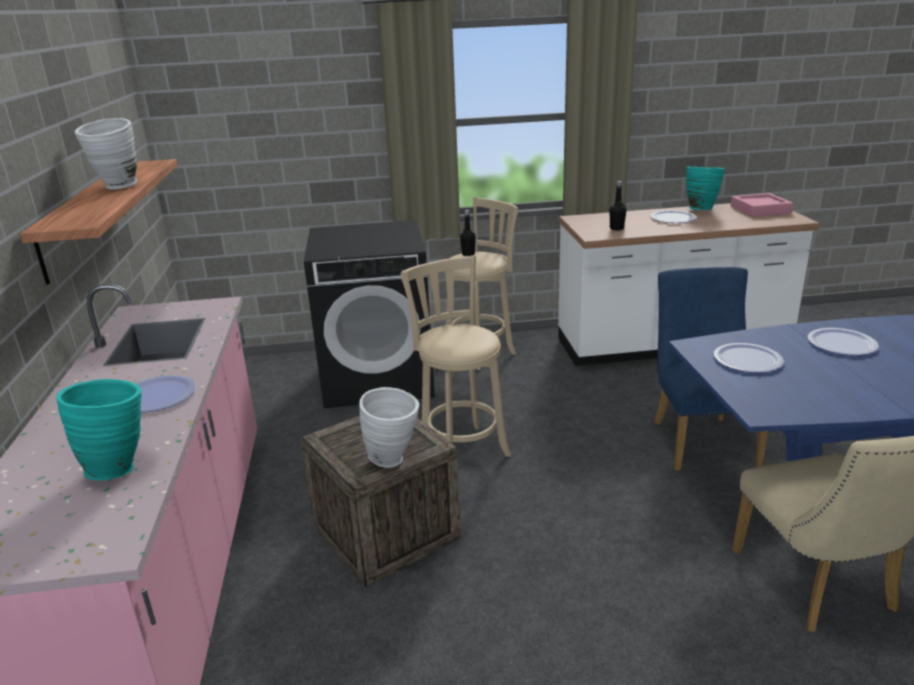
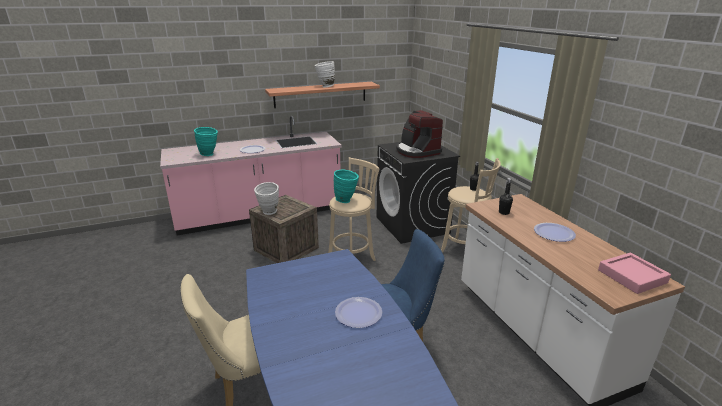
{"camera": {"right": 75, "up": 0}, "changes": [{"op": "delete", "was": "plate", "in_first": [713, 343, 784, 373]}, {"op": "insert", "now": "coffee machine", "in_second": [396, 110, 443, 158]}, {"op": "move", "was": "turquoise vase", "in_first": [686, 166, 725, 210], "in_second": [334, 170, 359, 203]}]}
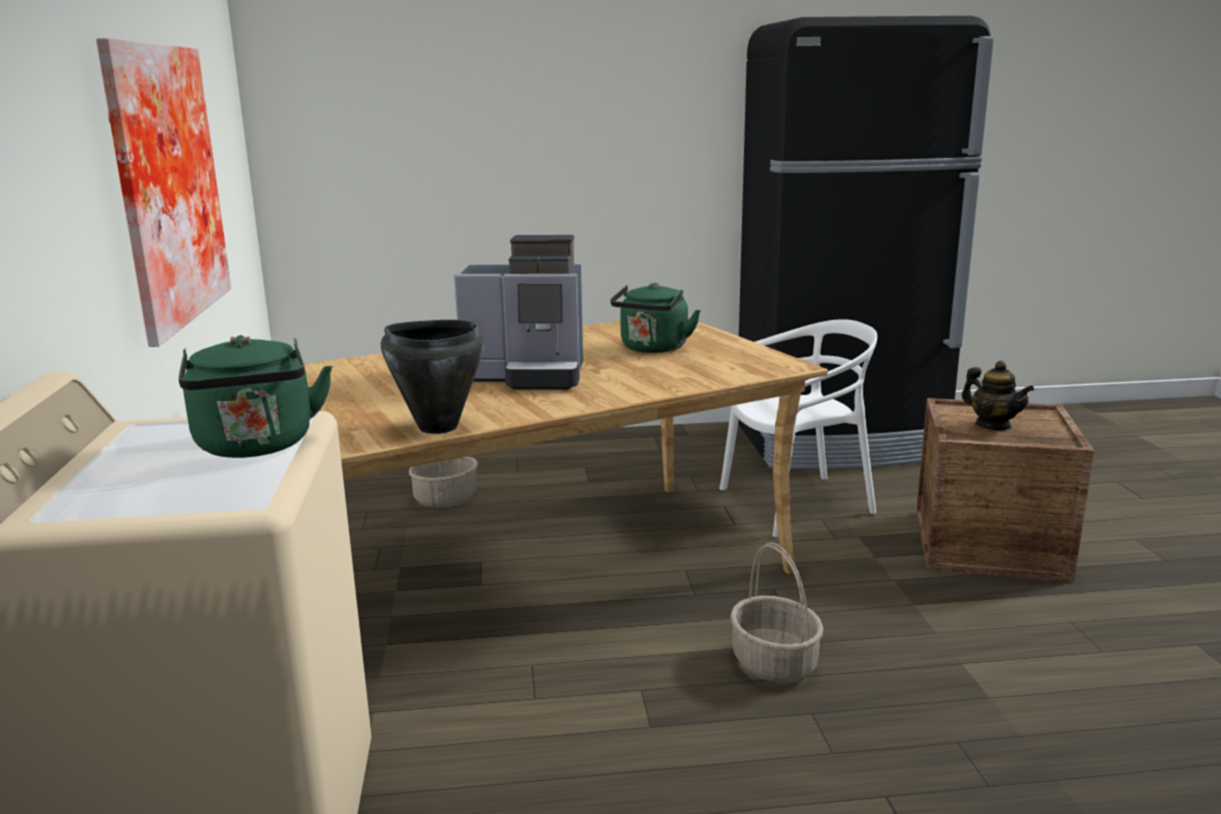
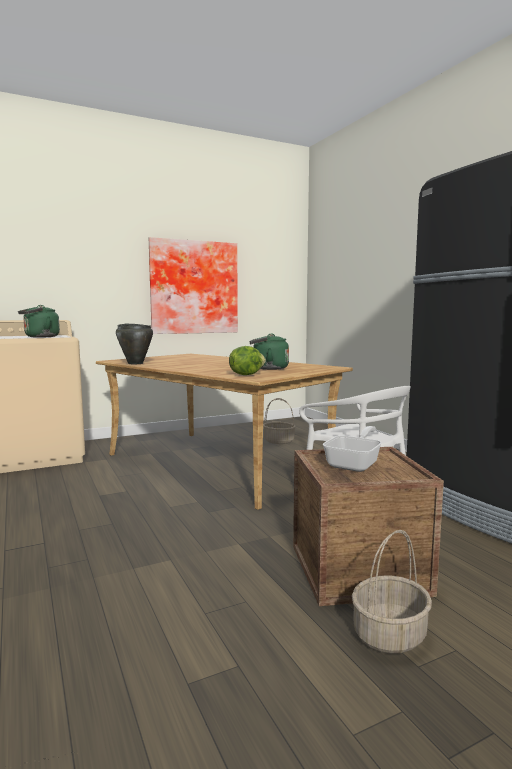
{"camera": {"right": 70, "up": -10}, "changes": [{"op": "delete", "was": "coffee machine", "in_first": [454, 235, 583, 390]}, {"op": "insert", "now": "lettuce", "in_second": [229, 346, 266, 375]}, {"op": "move", "was": "basket", "in_first": [730, 542, 824, 683], "in_second": [352, 530, 432, 654]}, {"op": "replace", "was": "teapot", "now": "frying pan", "in_first": [962, 361, 1034, 430], "in_second": [323, 426, 382, 472]}]}
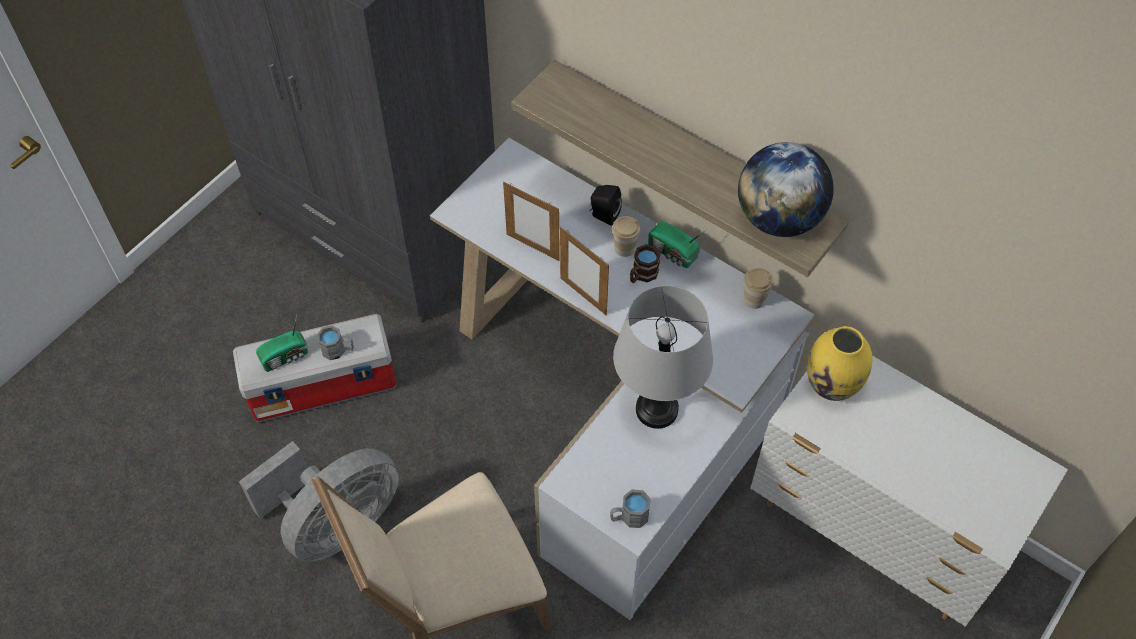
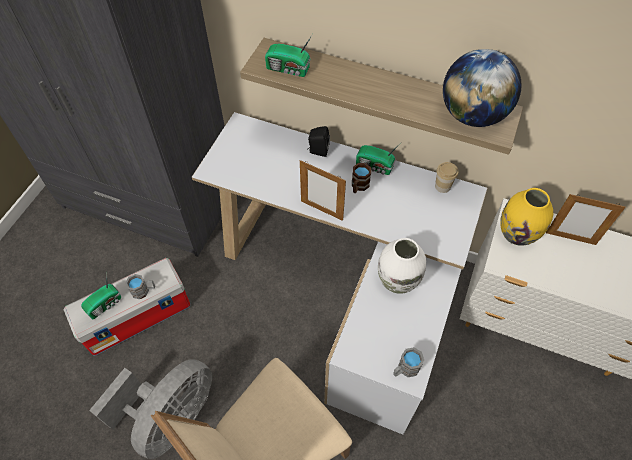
{"camera": {"right": -15, "up": 0}, "changes": [{"op": "delete", "was": "cup", "in_first": [612, 216, 641, 257]}, {"op": "insert", "now": "radio", "in_second": [265, 34, 313, 77]}, {"op": "move", "was": "picture frame", "in_first": [503, 182, 560, 261], "in_second": [546, 194, 626, 245]}, {"op": "replace", "was": "grey table lamp", "now": "white vase", "in_first": [613, 286, 713, 429], "in_second": [378, 238, 426, 294]}]}
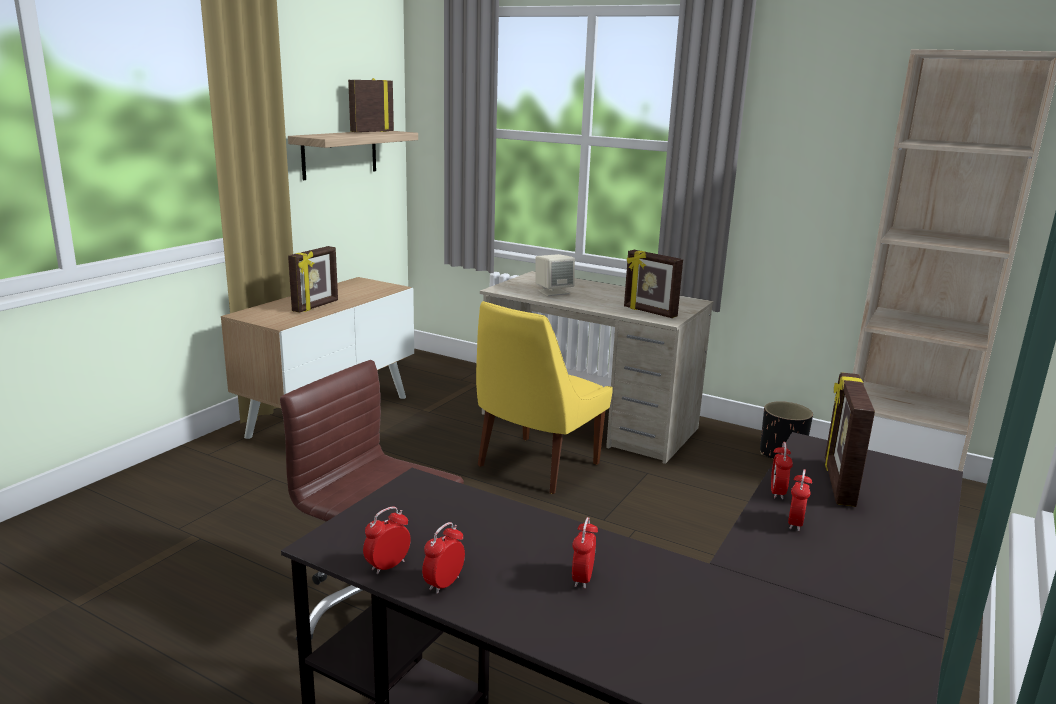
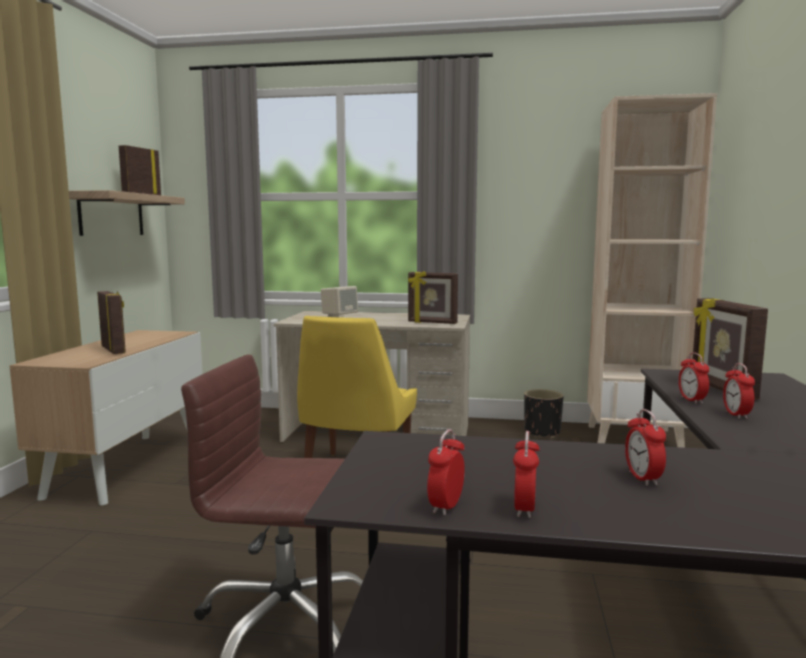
{"camera": {"right": -20, "up": -10}, "changes": [{"op": "rotate", "was": "picture frame", "in_first": [288, 246, 338, 313], "in_second": [97, 291, 126, 354], "clockwise": -45}]}
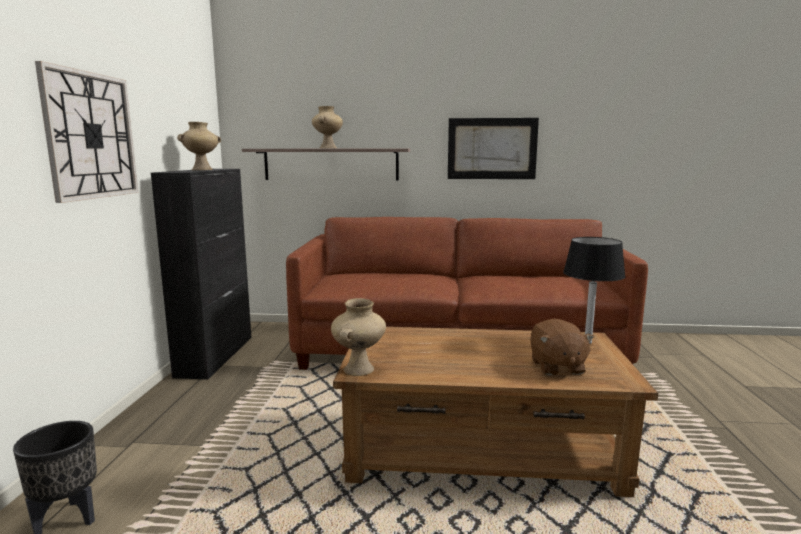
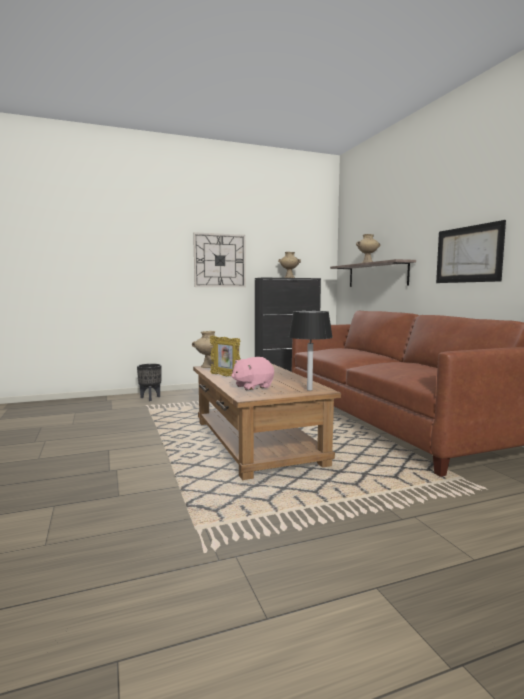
{"camera": {"right": 65, "up": -5}, "changes": [{"op": "insert", "now": "picture frame", "in_second": [210, 336, 240, 376]}, {"op": "recolor", "was": "brown plush toy", "now": "pink plush toy", "in_first": [530, 319, 594, 376], "in_second": [231, 357, 274, 390]}]}
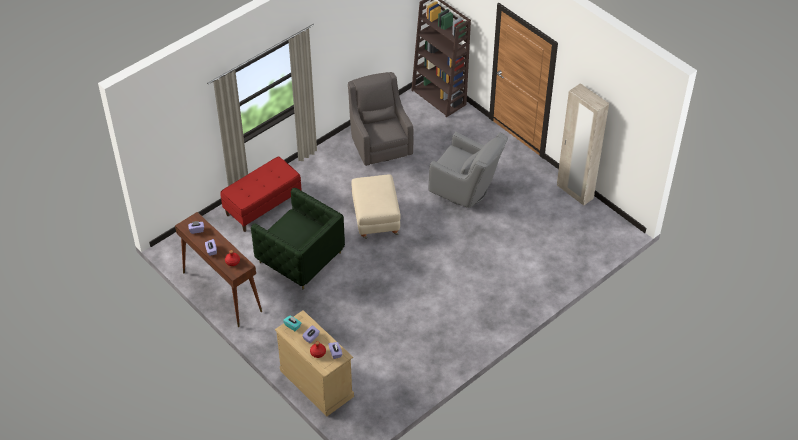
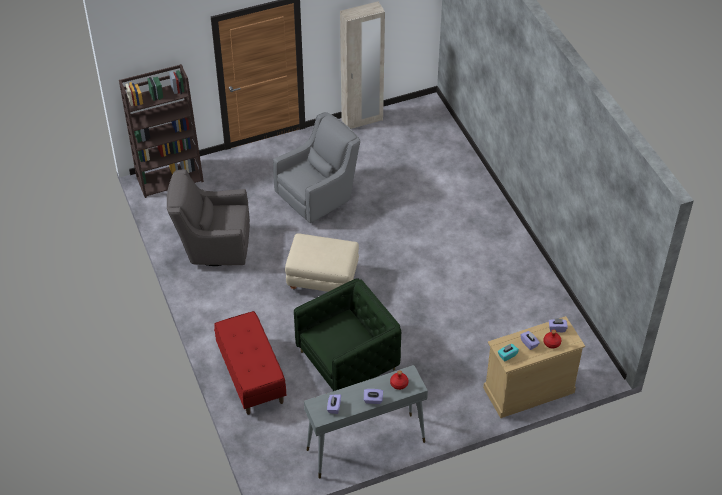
{"camera": {"right": -70, "up": 0}, "changes": [{"op": "recolor", "was": "brown console table", "now": "grey console table", "in_first": [175, 212, 262, 327], "in_second": [304, 365, 428, 479]}]}
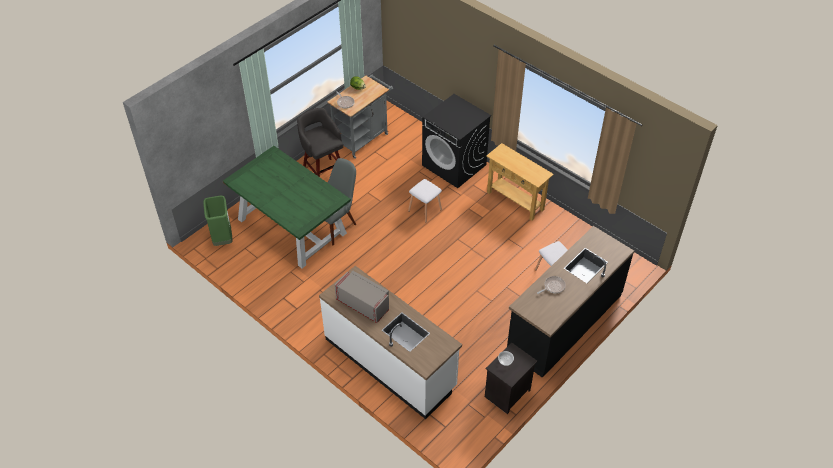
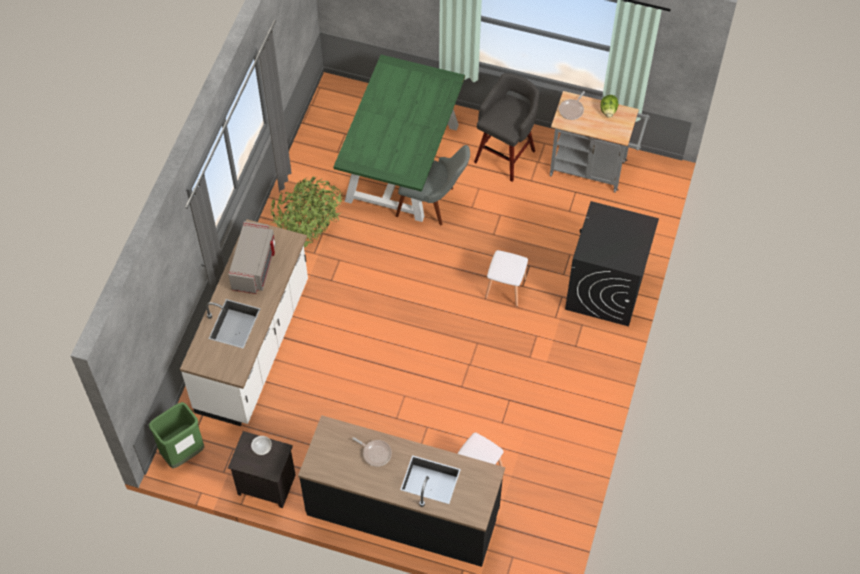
{"camera": {"right": 65, "up": 10}, "changes": [{"op": "delete", "was": "beige console table", "in_first": [486, 143, 554, 221]}, {"op": "insert", "now": "potted plant", "in_second": [271, 177, 342, 247]}, {"op": "move", "was": "green trash can", "in_first": [203, 196, 233, 246], "in_second": [149, 402, 204, 468]}]}
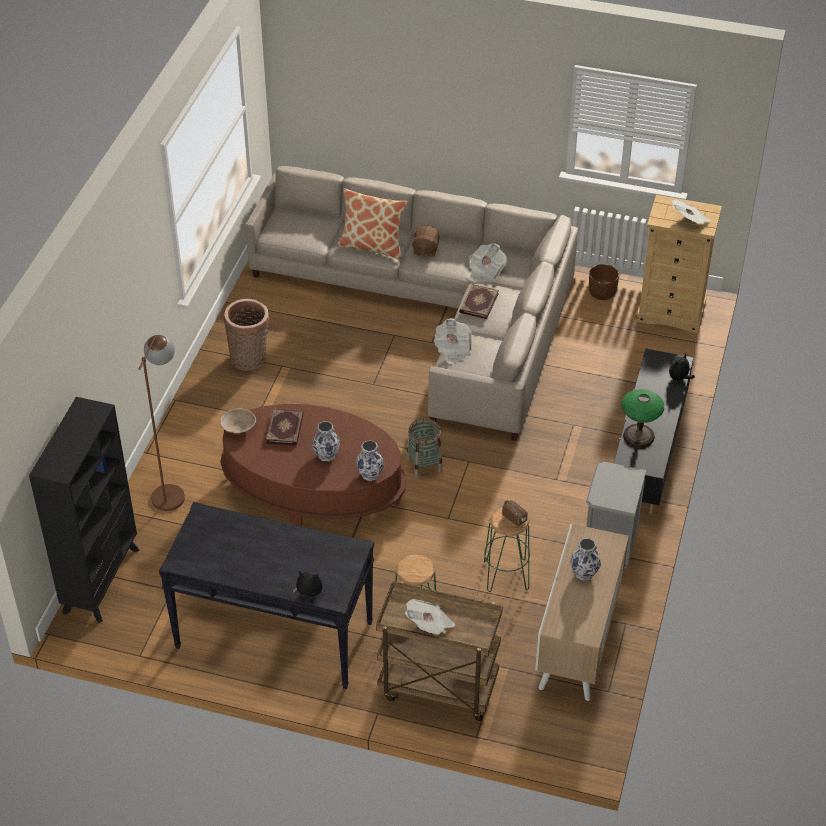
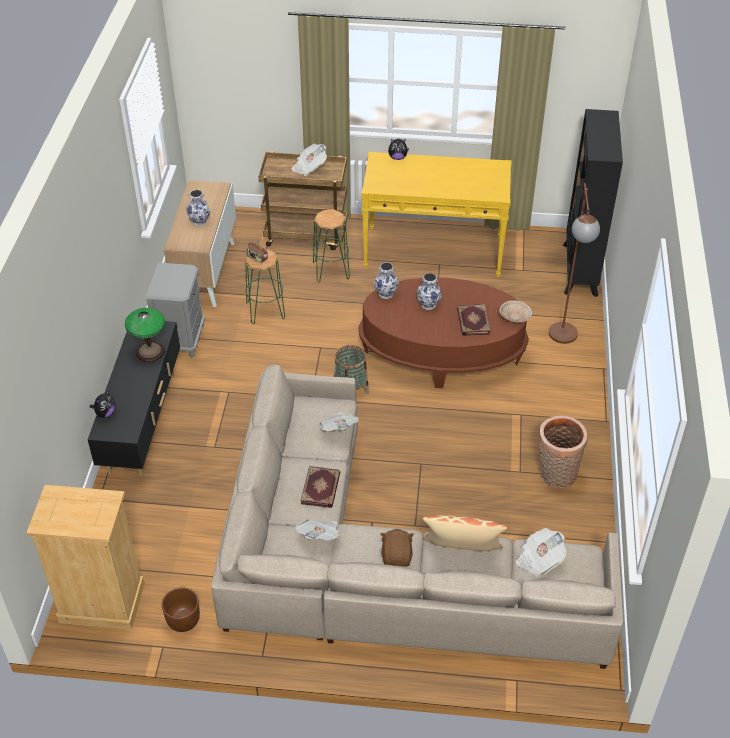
{"camera": {"right": 170, "up": 0}, "changes": [{"op": "move", "was": "newspaper", "in_first": [672, 199, 711, 224], "in_second": [516, 528, 566, 577]}, {"op": "recolor", "was": "black console table", "now": "yellow console table", "in_first": [159, 502, 374, 689], "in_second": [361, 152, 512, 277]}]}
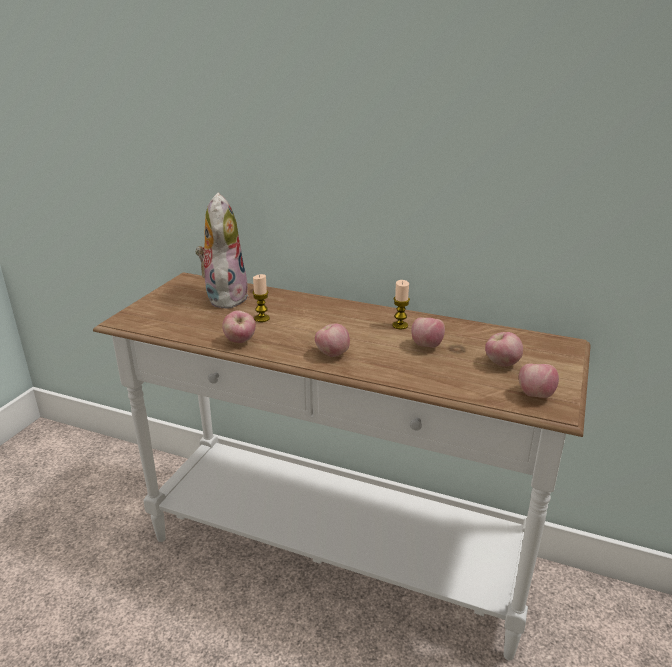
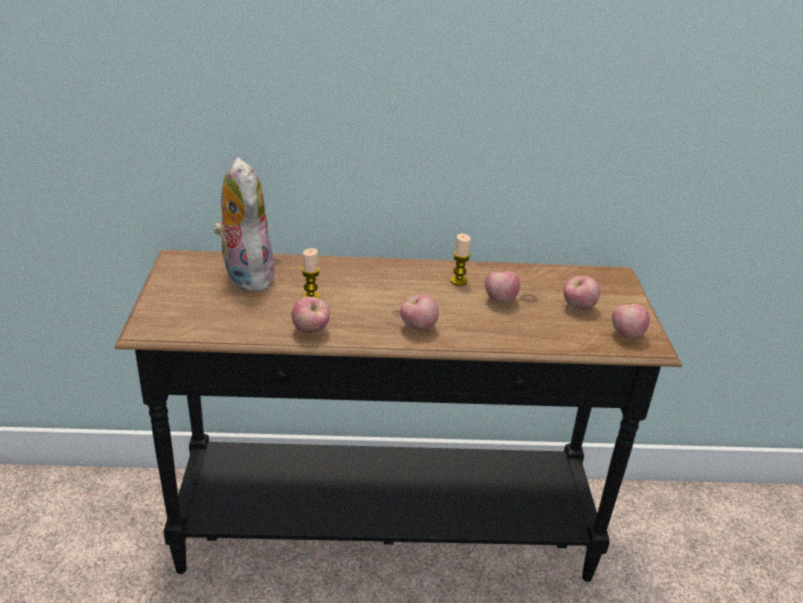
{"camera": {"right": -25, "up": 5}, "changes": [{"op": "recolor", "was": "white console table", "now": "black console table", "in_first": [93, 272, 591, 660], "in_second": [115, 250, 682, 582]}]}
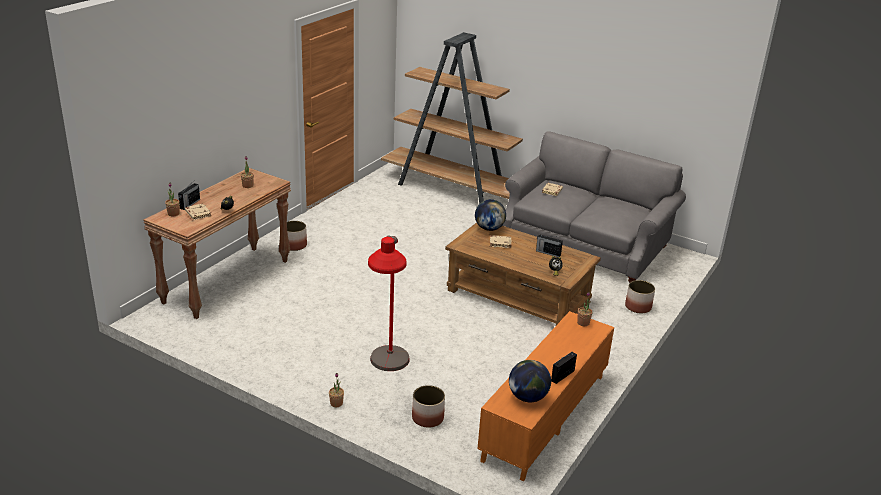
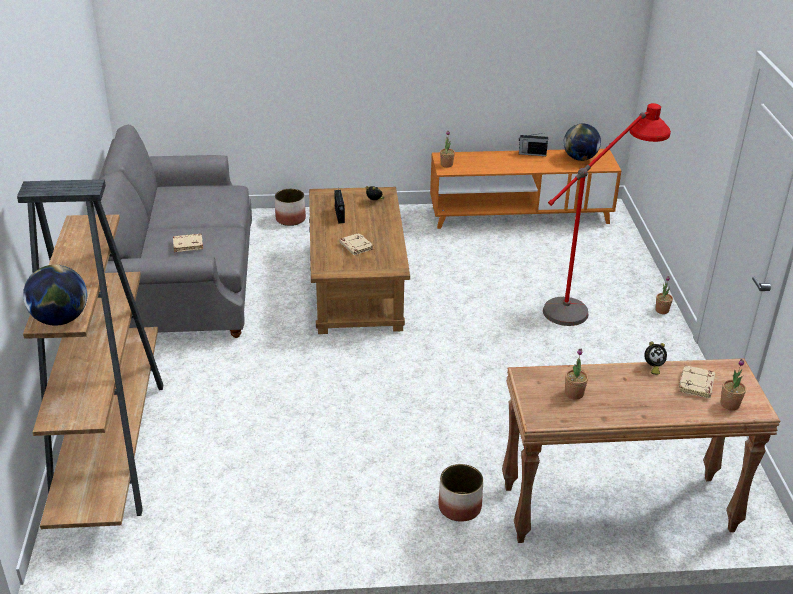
{"camera": {"right": -125, "up": 5}, "changes": [{"op": "delete", "was": "radio", "in_first": [178, 183, 200, 210]}, {"op": "delete", "was": "planter", "in_first": [412, 385, 445, 428]}, {"op": "move", "was": "globe", "in_first": [475, 199, 506, 231], "in_second": [23, 265, 87, 326]}]}
